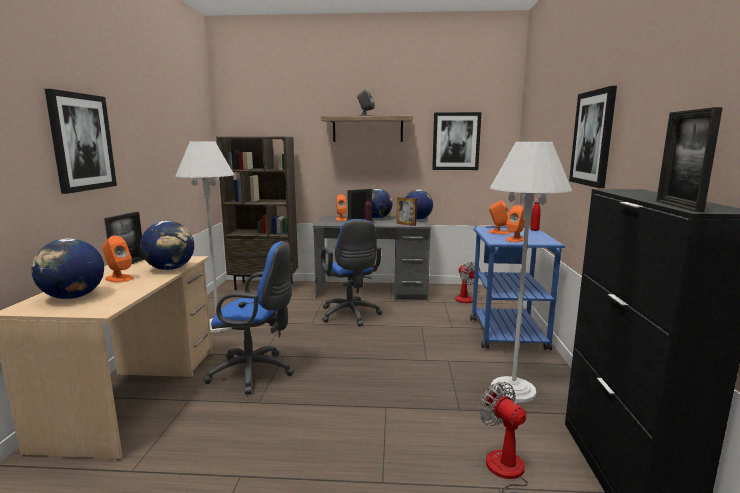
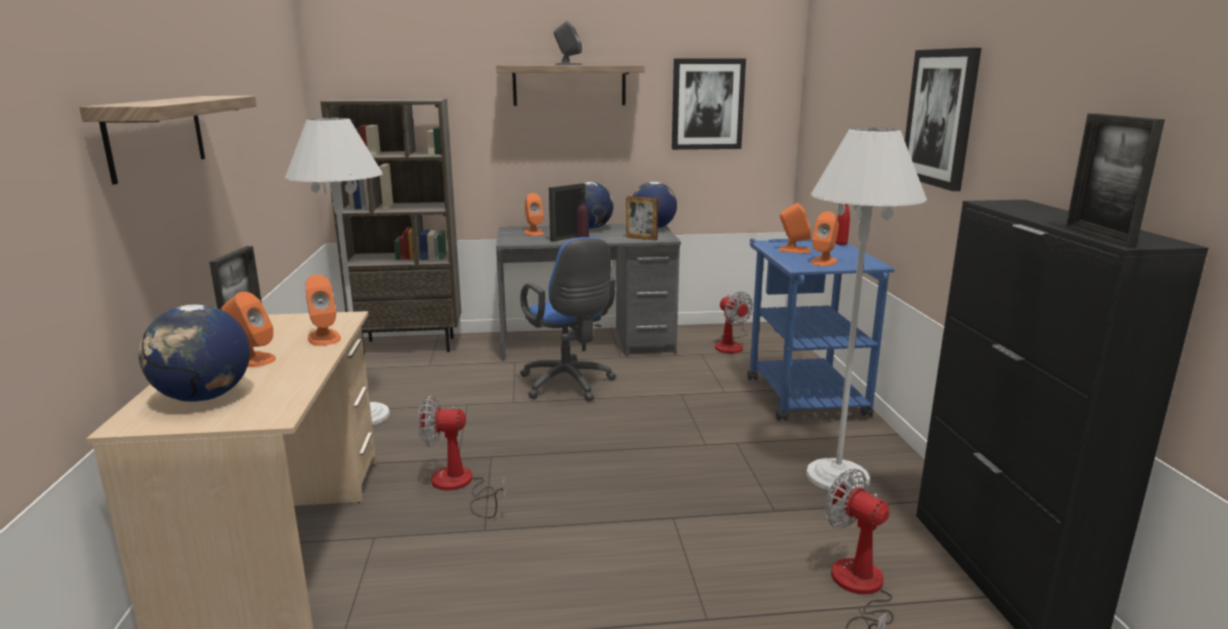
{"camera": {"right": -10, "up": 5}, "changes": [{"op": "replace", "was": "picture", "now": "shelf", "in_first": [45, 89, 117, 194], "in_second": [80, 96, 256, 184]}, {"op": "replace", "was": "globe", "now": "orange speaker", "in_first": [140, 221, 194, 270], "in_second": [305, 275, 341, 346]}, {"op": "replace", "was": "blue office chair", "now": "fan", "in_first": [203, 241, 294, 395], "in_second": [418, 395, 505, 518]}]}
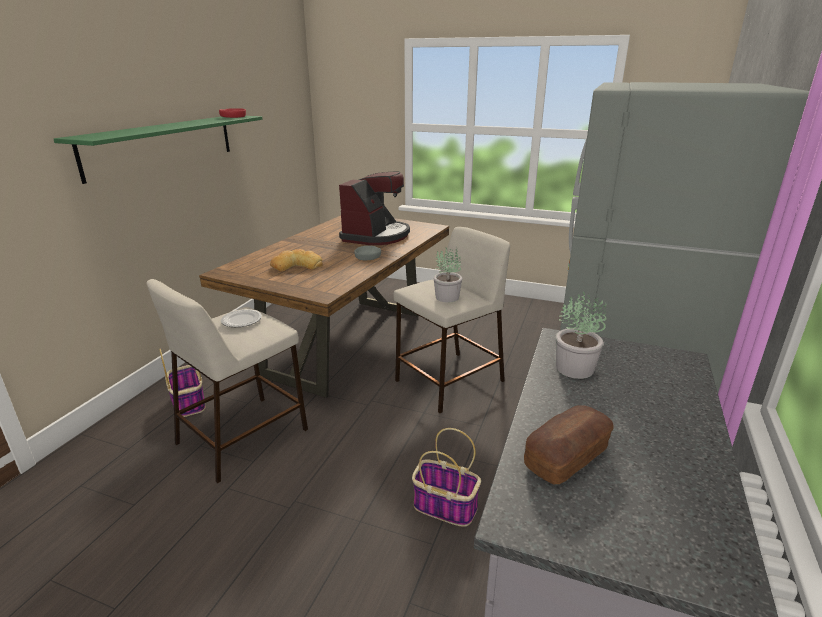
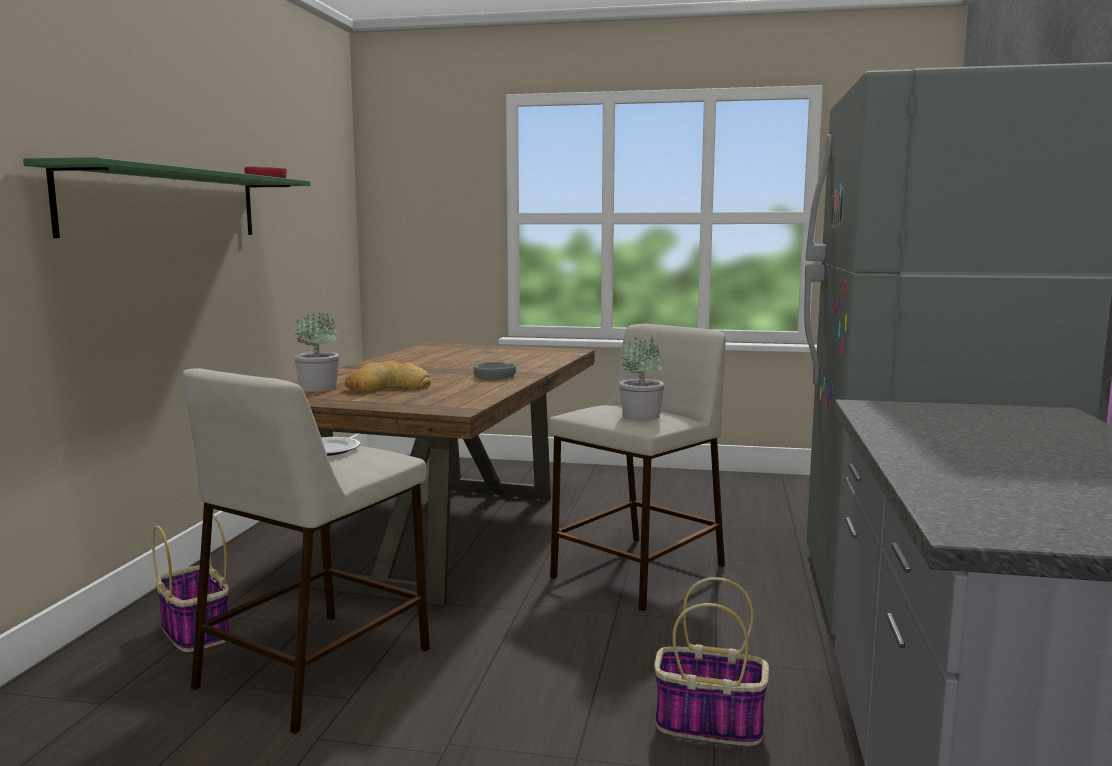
{"camera": {"right": -10, "up": -15}, "changes": [{"op": "delete", "was": "coffee machine", "in_first": [339, 171, 410, 245]}, {"op": "delete", "was": "bread", "in_first": [524, 405, 613, 485]}, {"op": "move", "was": "potted plant", "in_first": [556, 292, 607, 379], "in_second": [294, 311, 339, 392]}]}
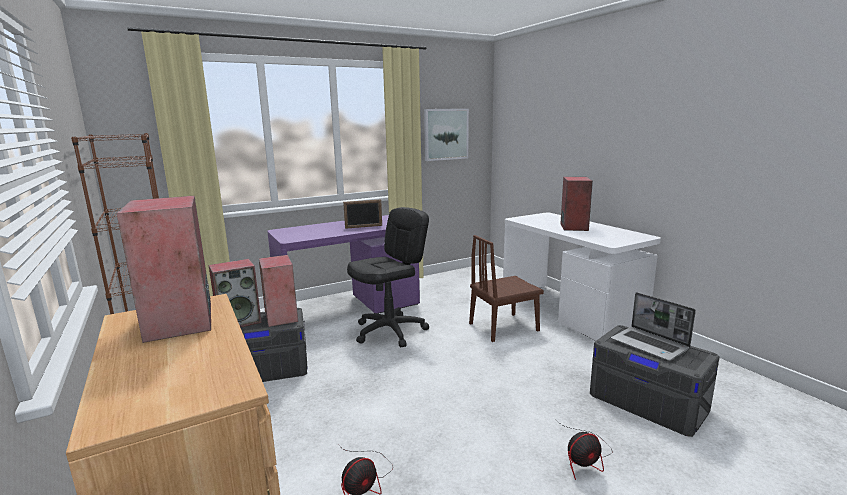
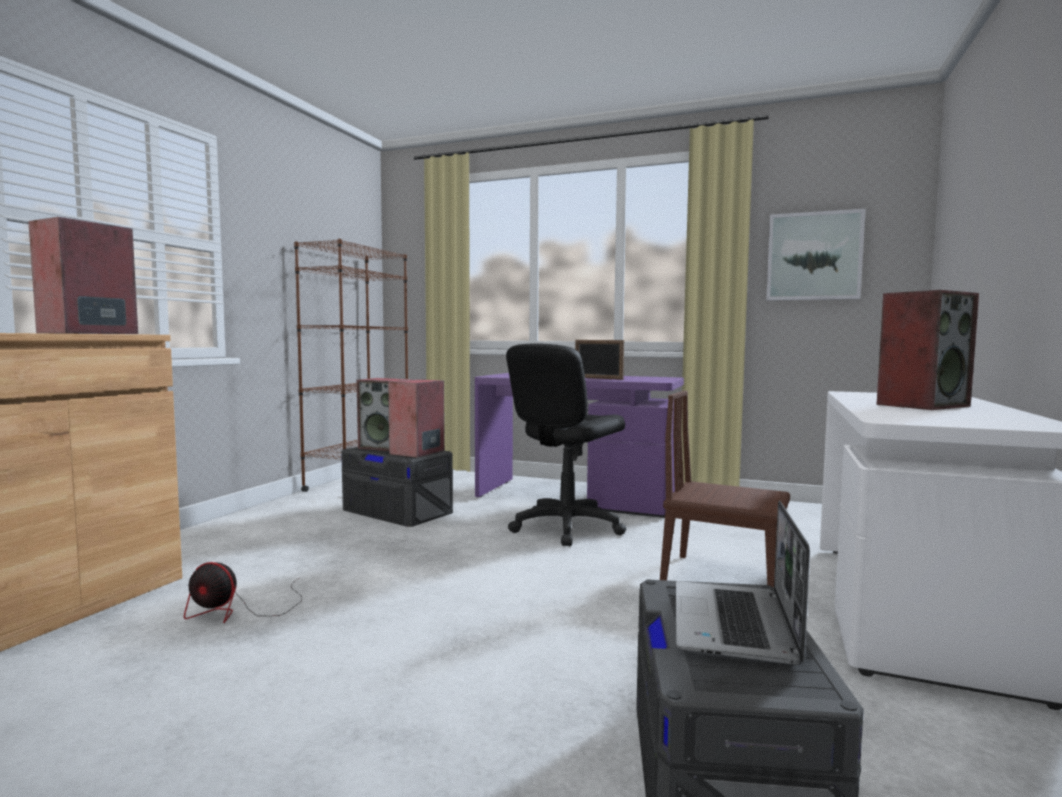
{"camera": {"right": 50, "up": -10}, "changes": [{"op": "delete", "was": "fan", "in_first": [554, 418, 613, 480]}, {"op": "rotate", "was": "black office chair", "in_first": [347, 207, 429, 347], "in_second": [506, 343, 626, 546], "clockwise": 120}]}
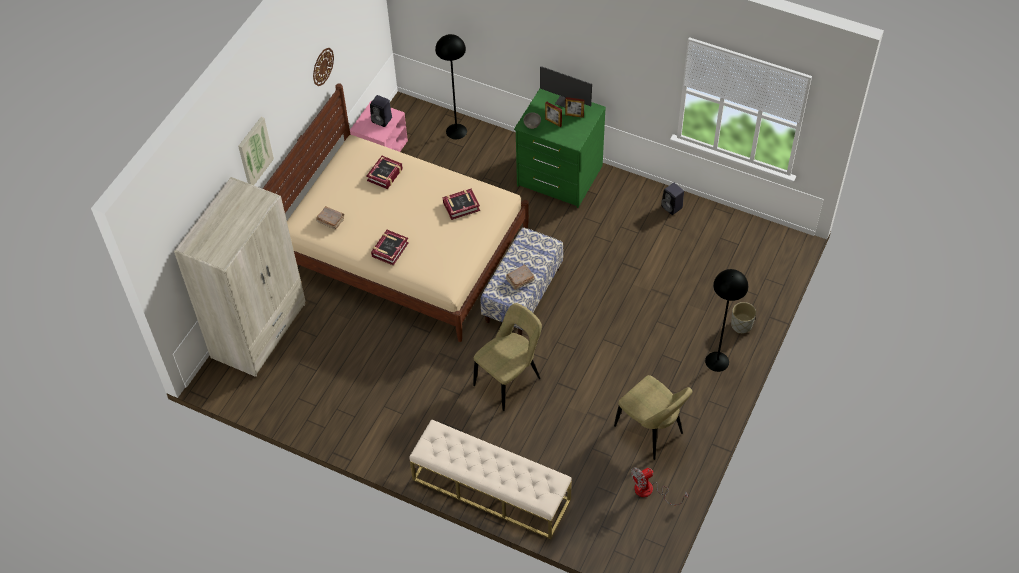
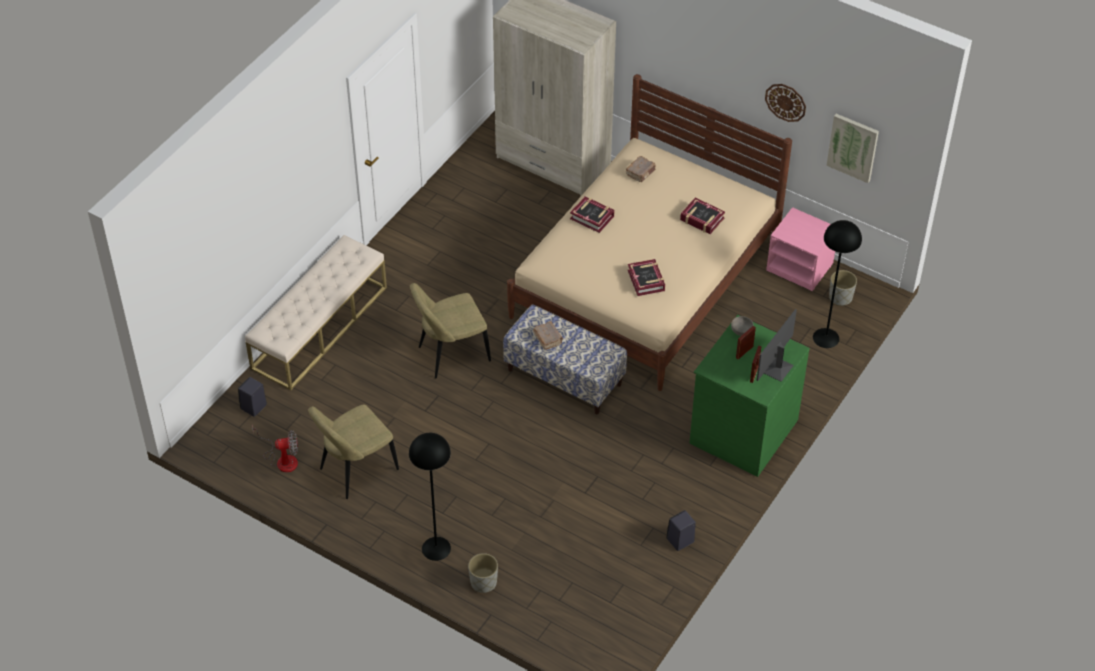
{"camera": {"right": 95, "up": -5}, "changes": [{"op": "insert", "now": "grey planter", "in_second": [829, 270, 857, 306]}, {"op": "move", "was": "picture", "in_first": [238, 117, 274, 185], "in_second": [826, 114, 879, 183]}, {"op": "move", "was": "black speaker", "in_first": [370, 95, 392, 127], "in_second": [238, 377, 267, 417]}, {"op": "rotate", "was": "beige chair", "in_first": [473, 303, 542, 411], "in_second": [410, 283, 491, 379], "clockwise": 105}, {"op": "rotate", "was": "fan", "in_first": [631, 467, 688, 505], "in_second": [252, 424, 298, 473], "clockwise": 105}]}
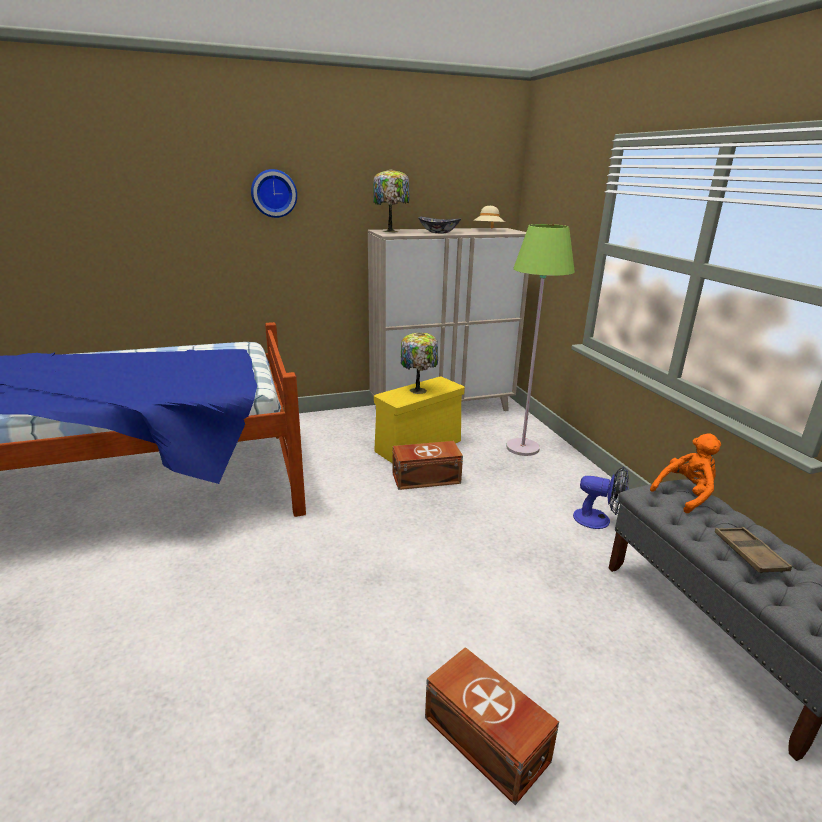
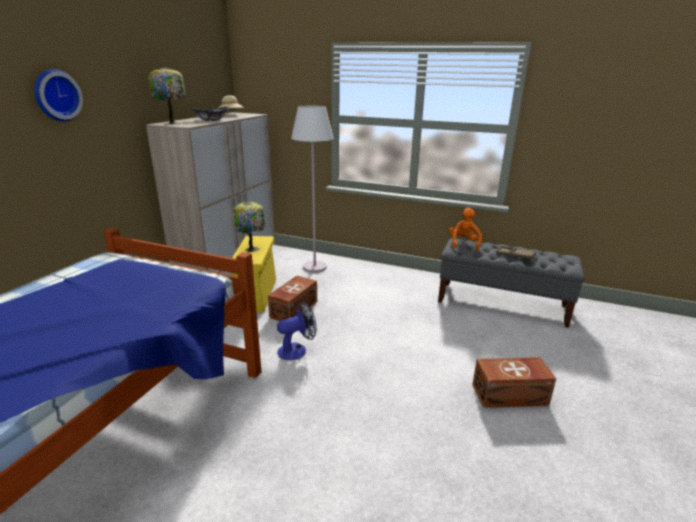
{"camera": {"right": -50, "up": 0}, "changes": [{"op": "move", "was": "fan", "in_first": [573, 467, 629, 529], "in_second": [277, 302, 317, 360]}, {"op": "recolor", "was": "green floor lamp", "now": "white floor lamp", "in_first": [506, 224, 575, 456], "in_second": [291, 106, 334, 273]}]}
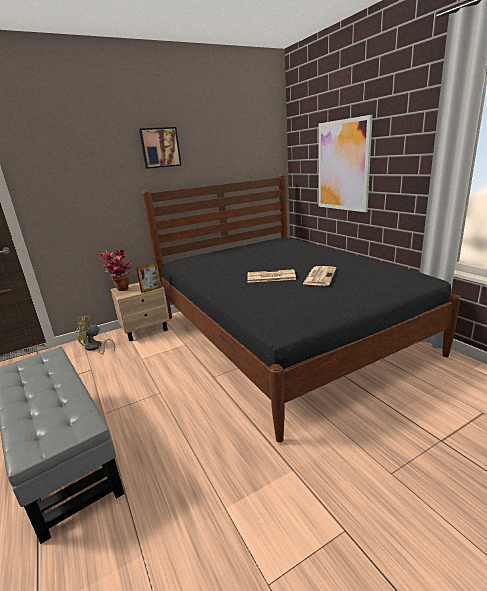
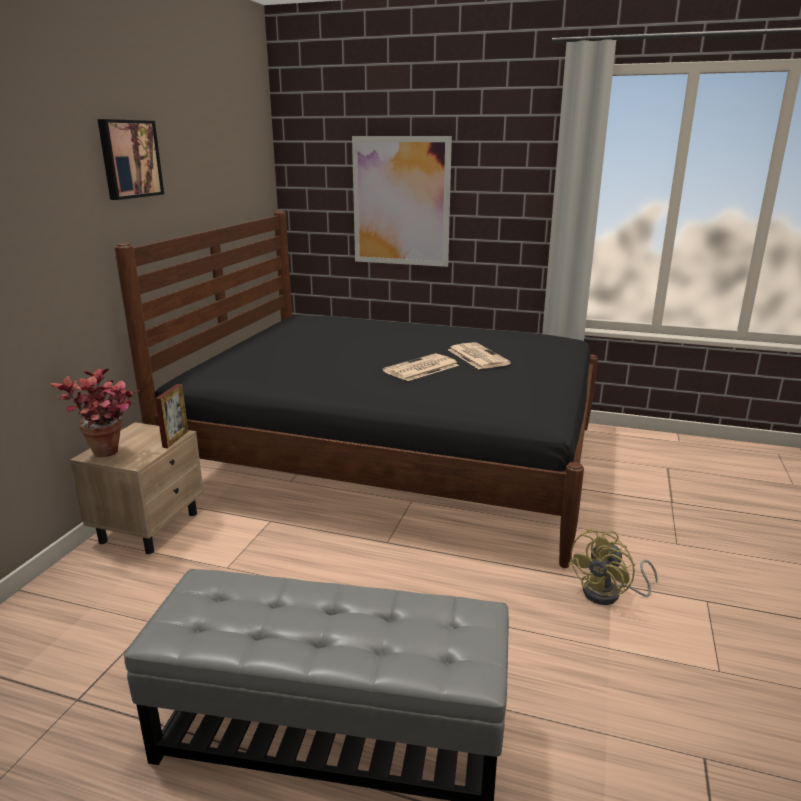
{"camera": {"right": -45, "up": 0}, "changes": [{"op": "move", "was": "yellow fan", "in_first": [76, 316, 115, 354], "in_second": [568, 529, 658, 605]}]}
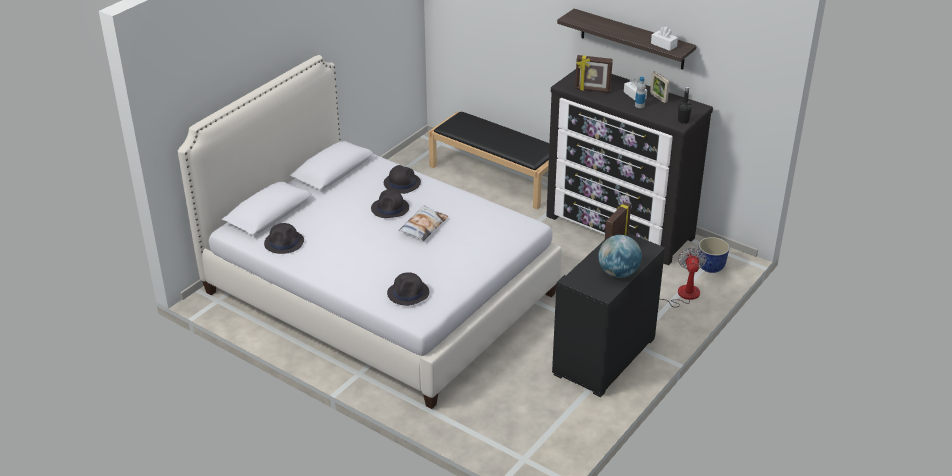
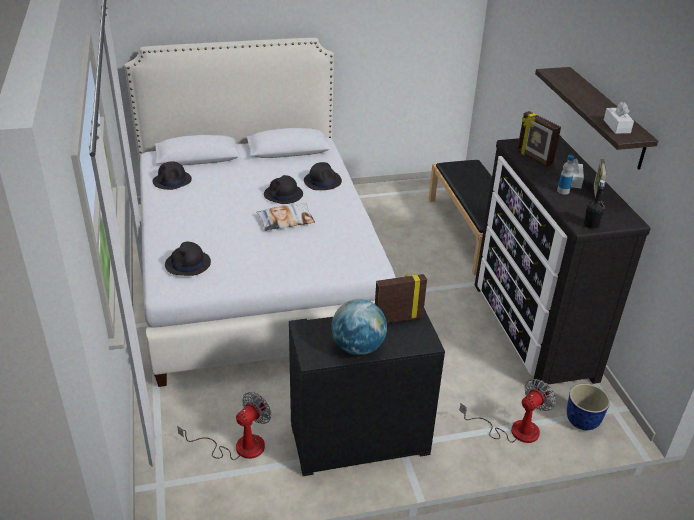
{"camera": {"right": 40, "up": 0}, "changes": [{"op": "insert", "now": "fan", "in_second": [177, 392, 271, 460]}]}
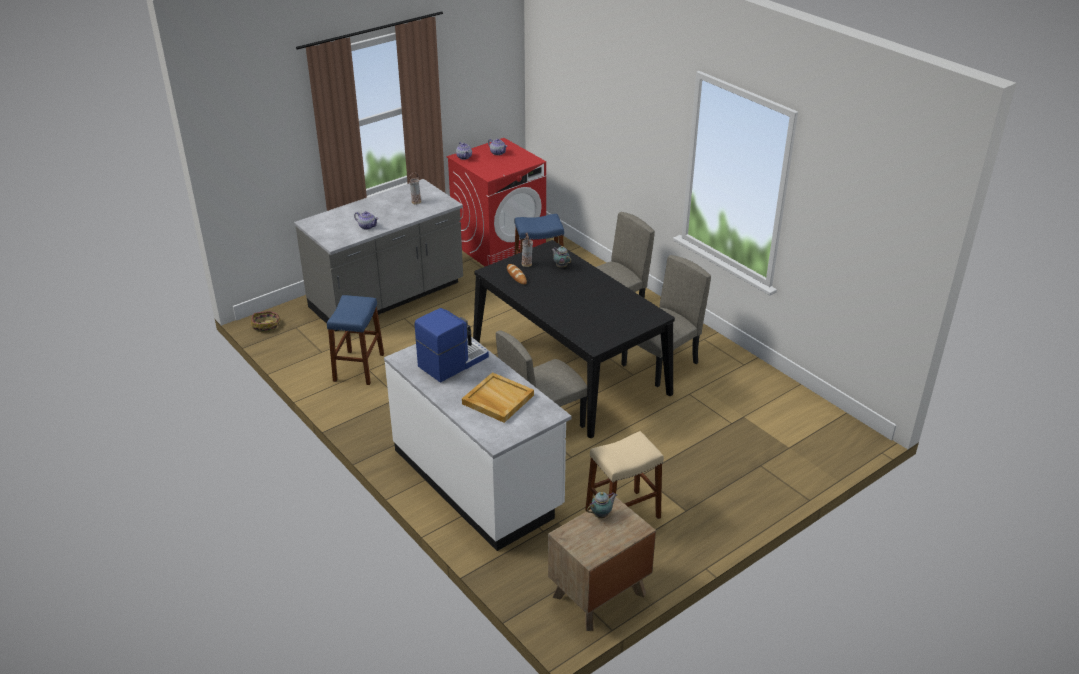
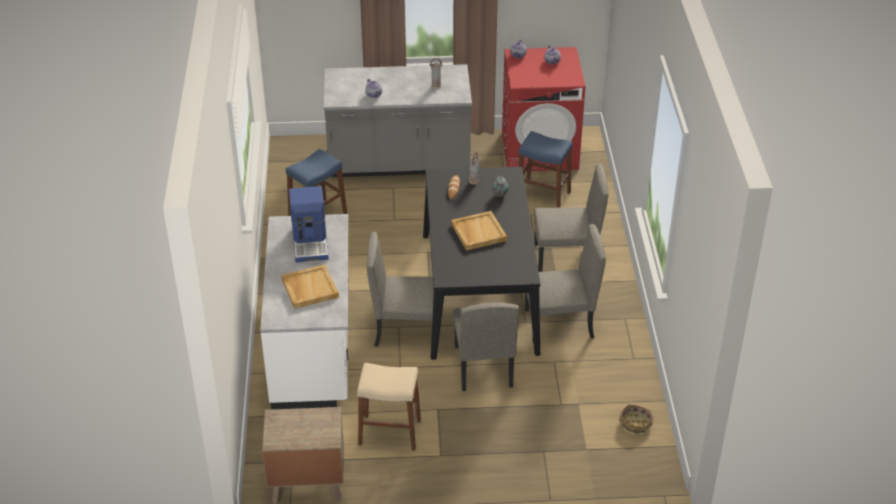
{"camera": {"right": 35, "up": 5}, "changes": [{"op": "delete", "was": "teapot", "in_first": [587, 492, 617, 518]}, {"op": "insert", "now": "beige tray", "in_second": [451, 211, 507, 251]}, {"op": "insert", "now": "beige chair", "in_second": [453, 303, 519, 391]}, {"op": "move", "was": "basket", "in_first": [251, 311, 281, 332], "in_second": [619, 404, 653, 433]}, {"op": "rotate", "was": "coffee machine", "in_first": [415, 308, 489, 383], "in_second": [289, 186, 329, 263], "clockwise": 90}]}
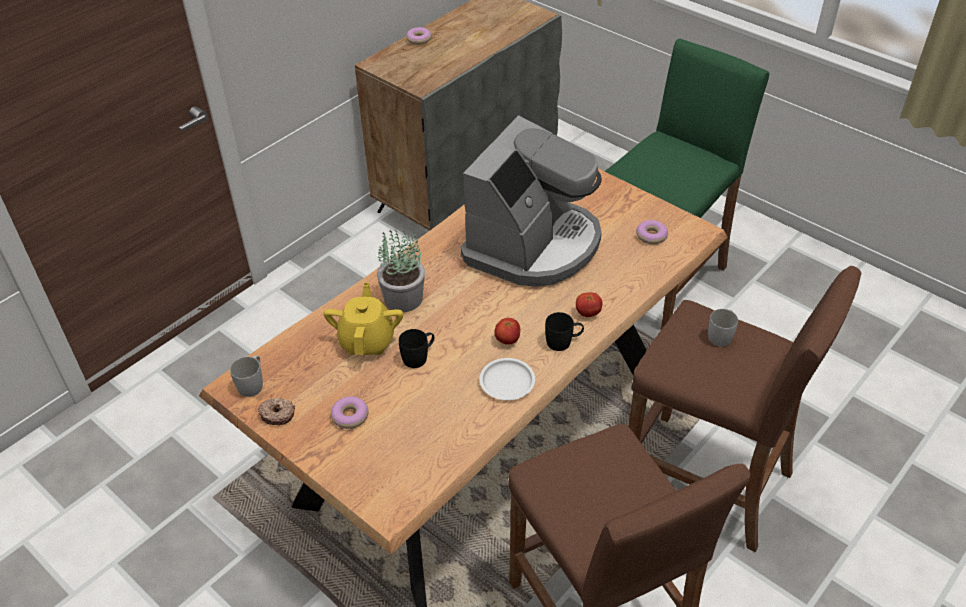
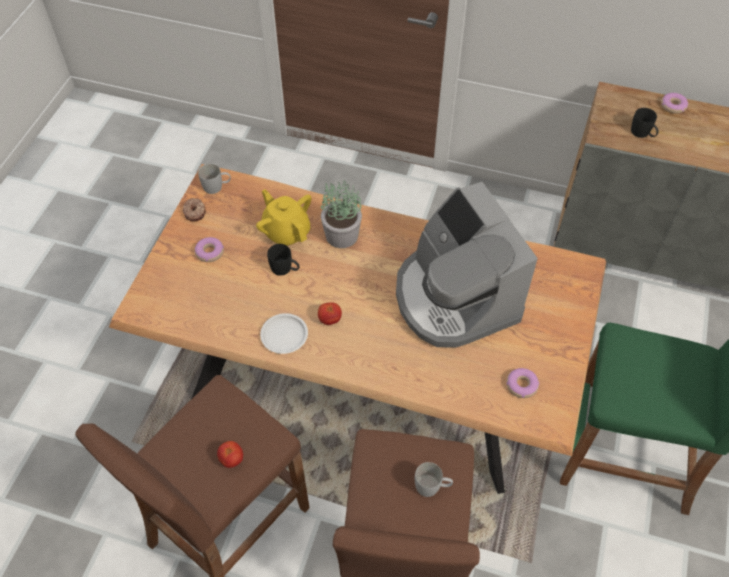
{"camera": {"right": 65, "up": 10}, "changes": [{"op": "move", "was": "black mug", "in_first": [545, 312, 584, 351], "in_second": [631, 108, 659, 138]}, {"op": "move", "was": "tomato", "in_first": [576, 292, 602, 317], "in_second": [217, 441, 243, 468]}, {"op": "rotate", "was": "yellow teapot", "in_first": [323, 282, 403, 355], "in_second": [256, 189, 311, 246], "clockwise": -105}, {"op": "rotate", "was": "coffee machine", "in_first": [461, 115, 602, 287], "in_second": [396, 182, 538, 348], "clockwise": 60}]}
